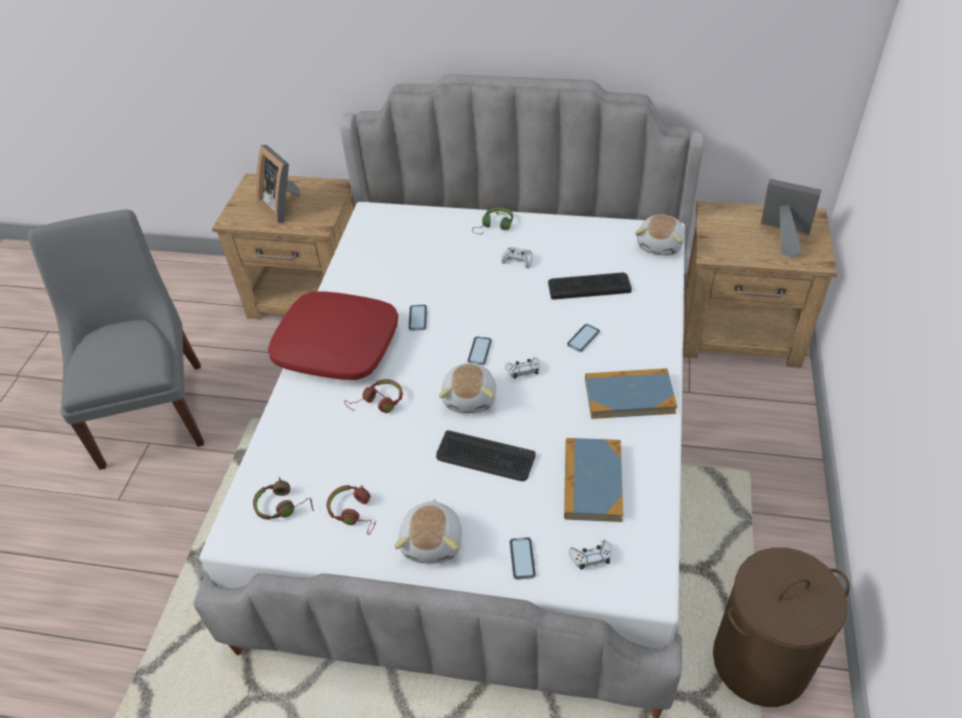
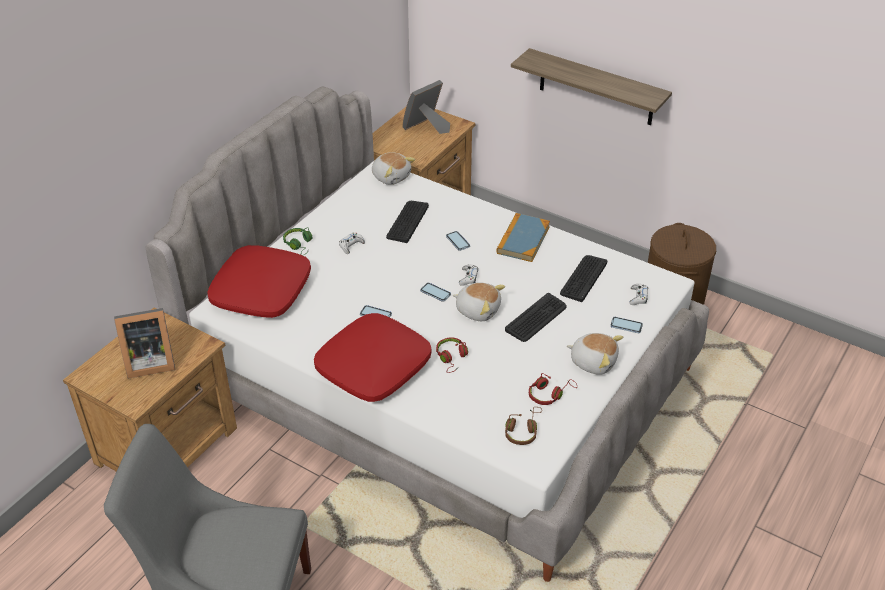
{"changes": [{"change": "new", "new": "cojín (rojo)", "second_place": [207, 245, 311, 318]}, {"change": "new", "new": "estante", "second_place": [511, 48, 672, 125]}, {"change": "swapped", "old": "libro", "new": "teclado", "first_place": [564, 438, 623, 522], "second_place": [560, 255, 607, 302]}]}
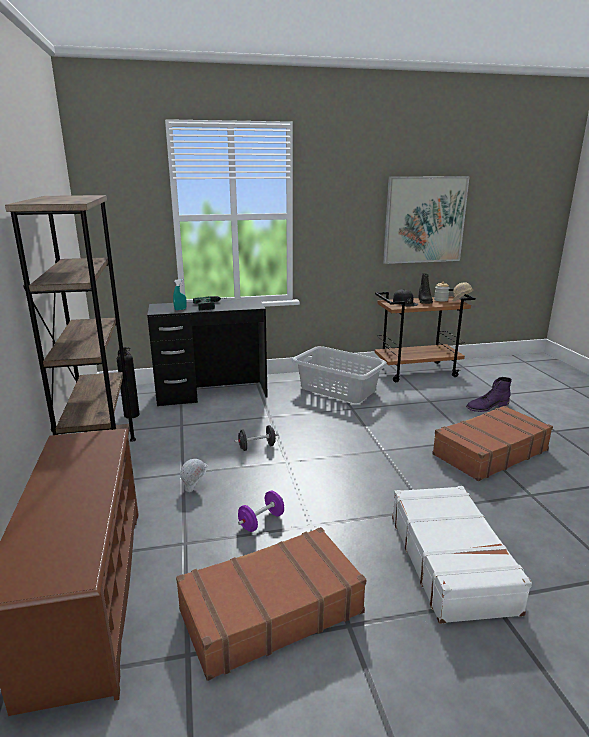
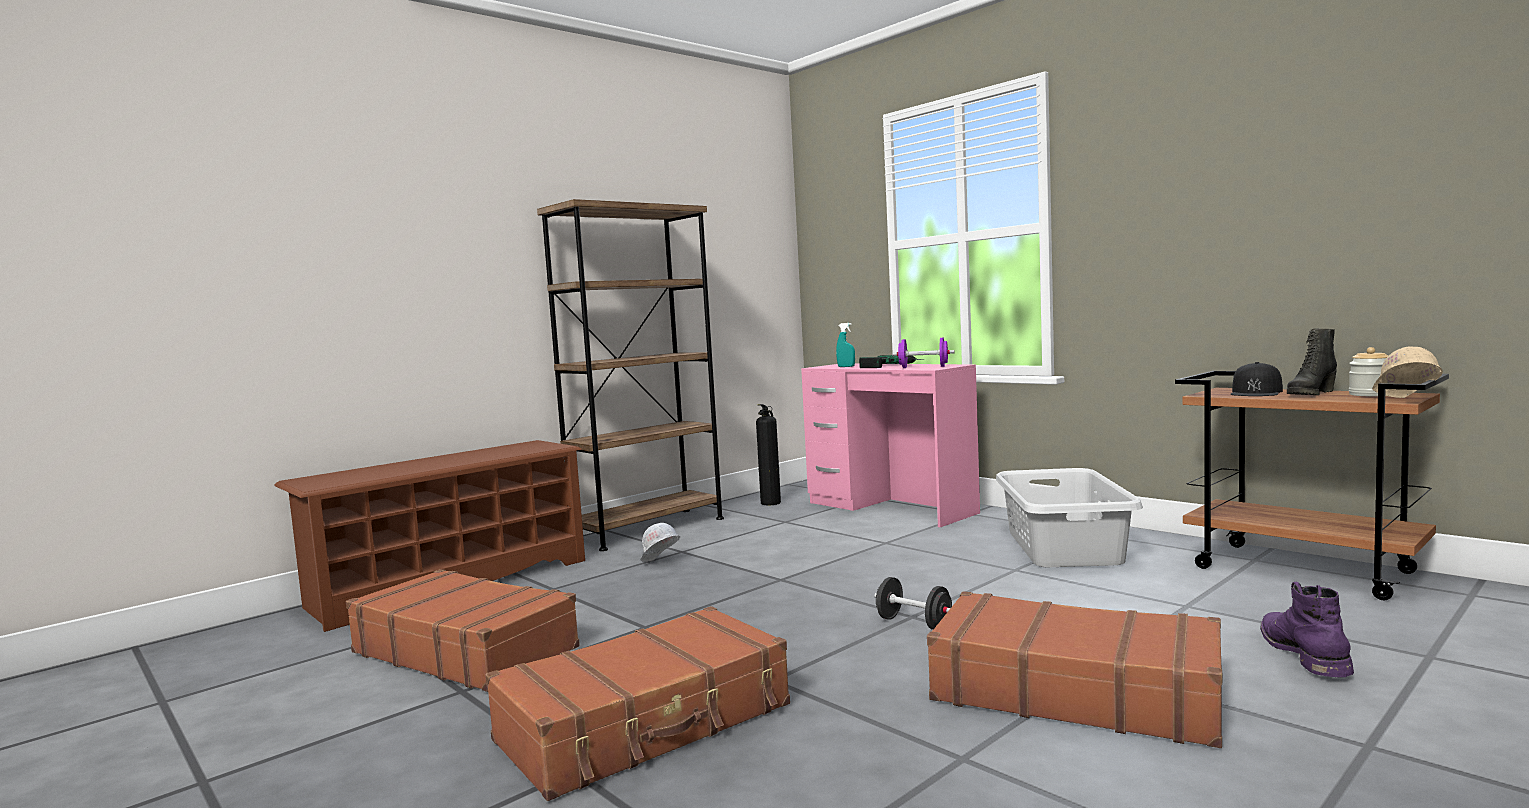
{"changes": [{"change": "gone", "old": "cuadro", "first_place": [383, 176, 470, 264]}, {"change": "shifted", "old": "mancuerna (negro)", "first_place": [235, 425, 278, 451], "second_place": [874, 577, 952, 630]}, {"change": "shifted", "old": "mancuerna (morado)", "first_place": [238, 491, 284, 532], "second_place": [892, 338, 955, 368]}, {"change": "repainted", "old": "escritorio (negro)", "new": "escritorio (rosa)", "first_place": [147, 299, 268, 406], "second_place": [801, 363, 980, 527]}, {"change": "repainted", "old": "maleta (blanco)", "new": "maleta (marrón)", "first_place": [392, 486, 532, 624], "second_place": [485, 606, 790, 801]}, {"change": "rotated", "old": "bota (morado)", "first_place": [466, 377, 512, 412], "second_place": [1260, 582, 1354, 677], "degrees": 60}]}
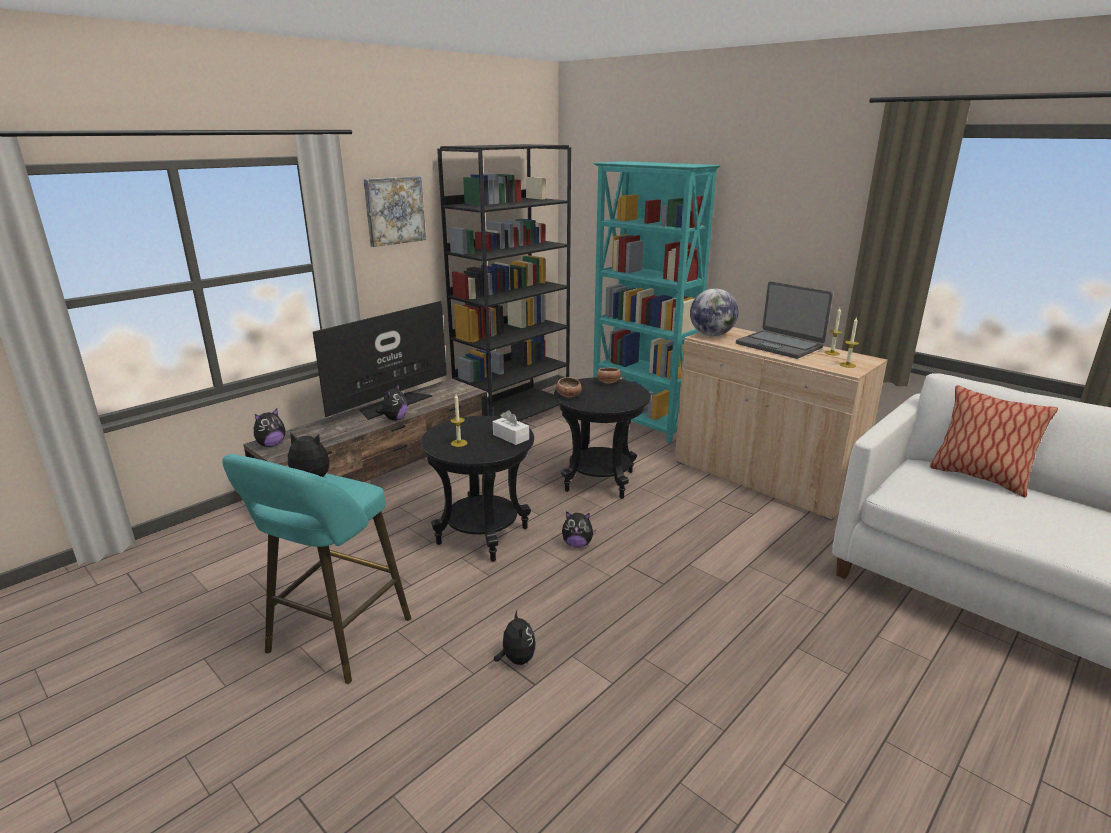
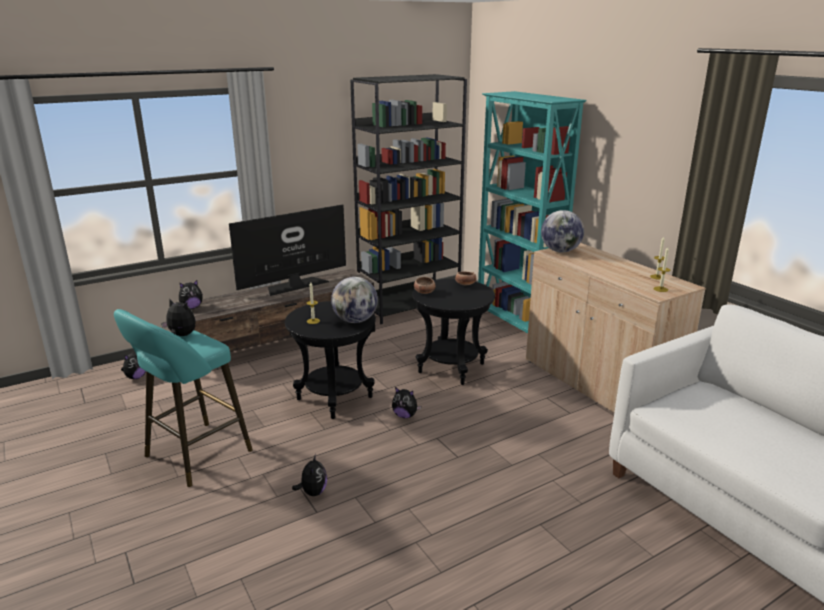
{"changes": [{"change": "gone", "old": "cuadro", "first_place": [363, 176, 426, 247]}, {"change": "gone", "old": "portátil", "first_place": [736, 281, 833, 359]}, {"change": "gone", "old": "cojín", "first_place": [930, 385, 1058, 497]}, {"change": "shifted", "old": "peluche", "first_place": [375, 384, 407, 421], "second_place": [121, 353, 146, 379]}, {"change": "swapped", "old": "caja de pañuelos (blanco)", "new": "globo terráqueo", "first_place": [493, 410, 529, 445], "second_place": [331, 277, 378, 323]}]}
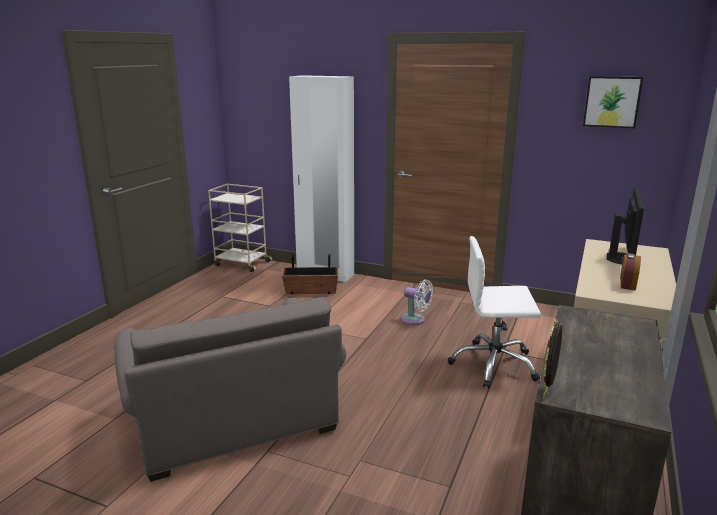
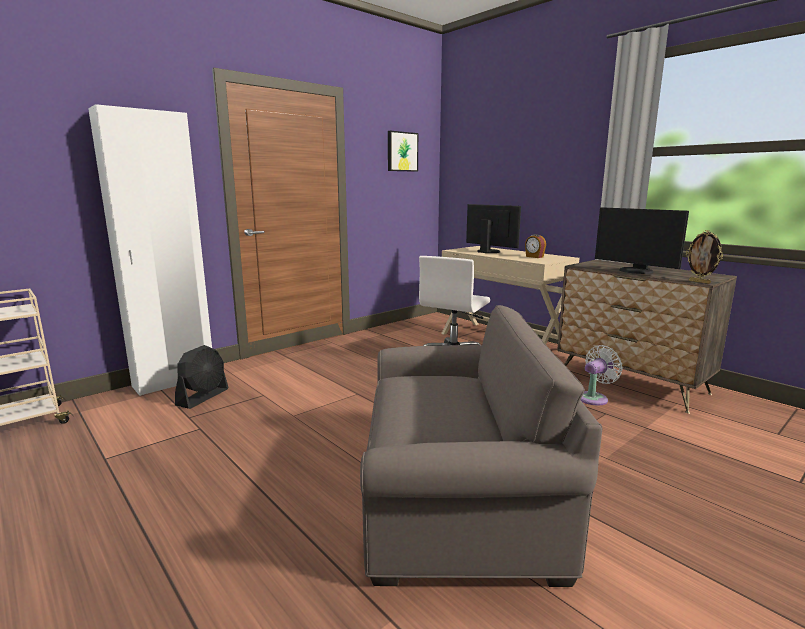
{"changes": [{"change": "new", "new": "monitor", "second_place": [595, 207, 689, 274]}, {"change": "shifted", "old": "ventilador (blanco)", "first_place": [401, 280, 433, 325], "second_place": [581, 345, 623, 405]}, {"change": "swapped", "old": "maceta", "new": "ventilador (negro)", "first_place": [282, 254, 338, 294], "second_place": [175, 345, 229, 409]}]}
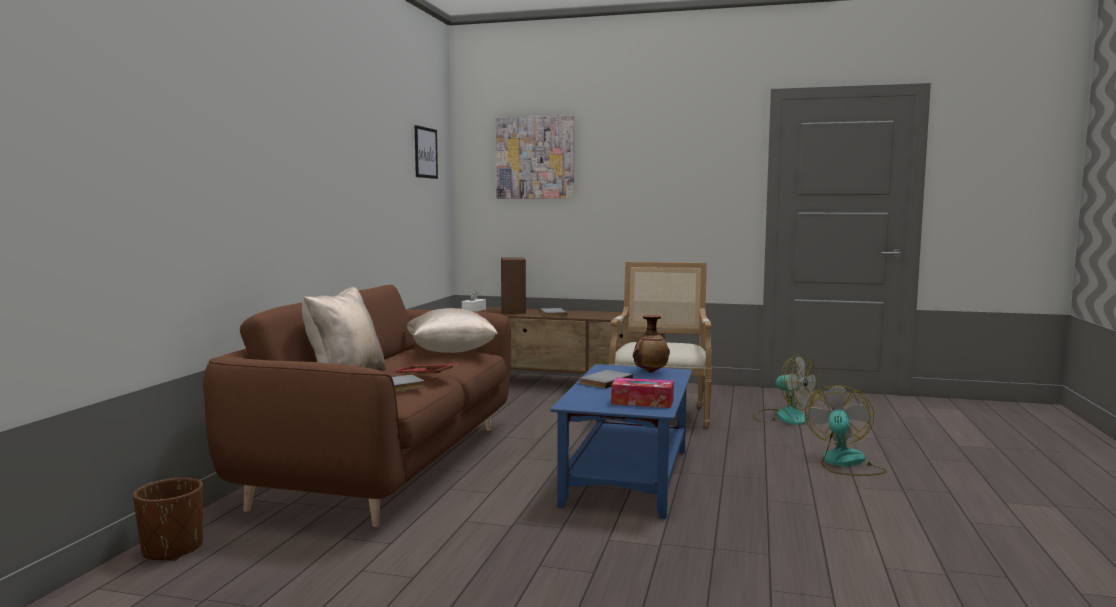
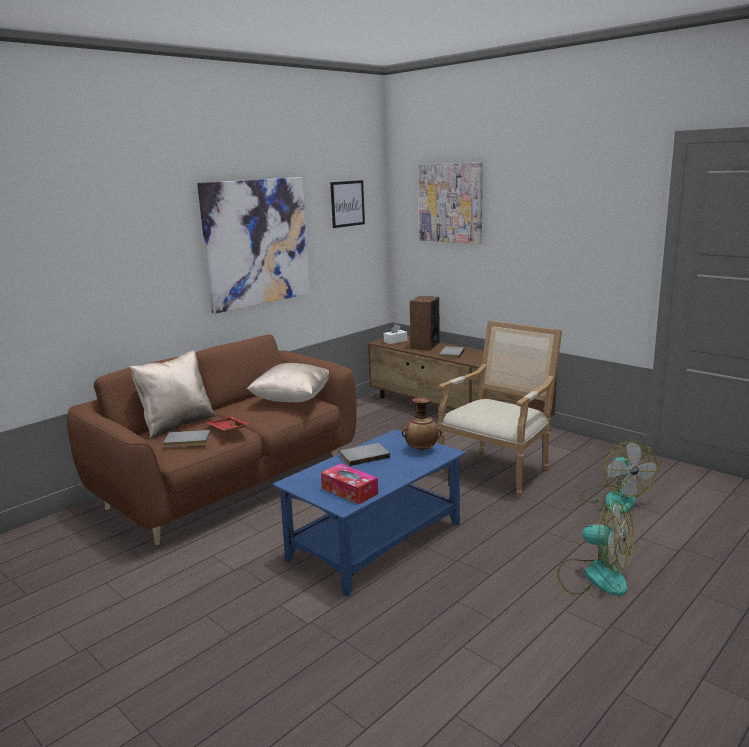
{"changes": [{"change": "gone", "old": "maceta (marrón)", "first_place": [133, 477, 203, 561]}, {"change": "new", "new": "cuadro", "second_place": [197, 177, 310, 314]}, {"change": "rotated", "old": "ventilador", "first_place": [805, 385, 887, 476], "second_place": [557, 501, 633, 596], "degrees": 75}]}
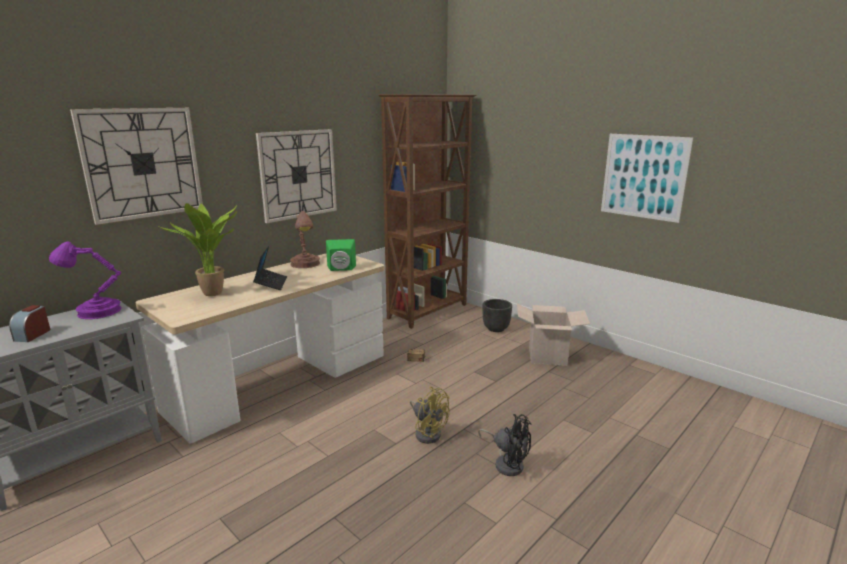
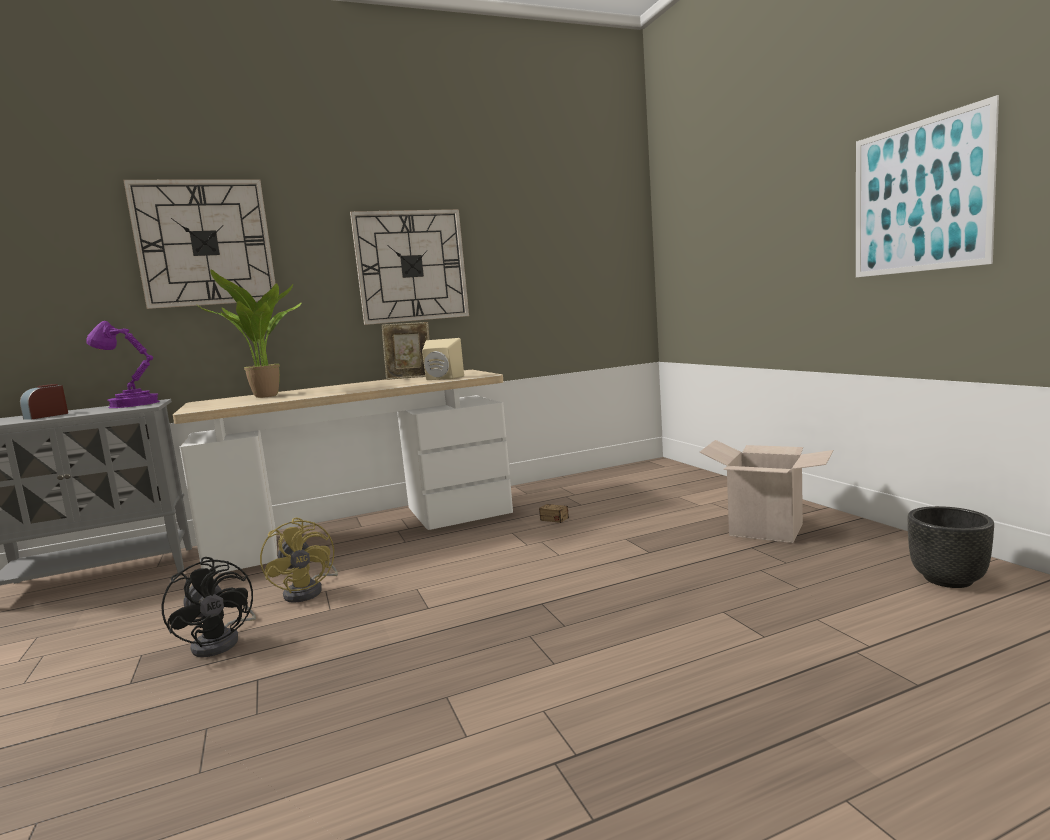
{"changes": [{"change": "gone", "old": "portátil", "first_place": [253, 246, 287, 290]}, {"change": "gone", "old": "estantería (marrón)", "first_place": [379, 94, 476, 329]}, {"change": "shifted", "old": "ventilador (amarillo)", "first_place": [410, 387, 450, 444], "second_place": [260, 517, 338, 603]}, {"change": "shifted", "old": "ventilador (negro)", "first_place": [478, 414, 532, 476], "second_place": [162, 557, 256, 657]}, {"change": "shifted", "old": "maceta (negro)", "first_place": [483, 299, 512, 332], "second_place": [908, 506, 994, 588]}, {"change": "swapped", "old": "lámpara de mesa (marrón)", "new": "portarretratos", "first_place": [290, 211, 320, 268], "second_place": [382, 322, 429, 380]}, {"change": "repainted", "old": "altavoz (verde)", "new": "altavoz (beis)", "first_place": [326, 239, 356, 271], "second_place": [422, 338, 464, 380]}]}
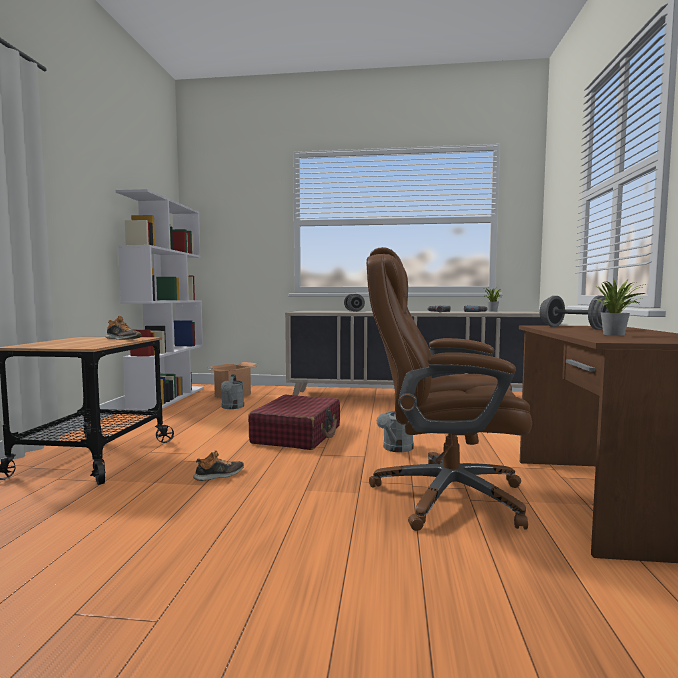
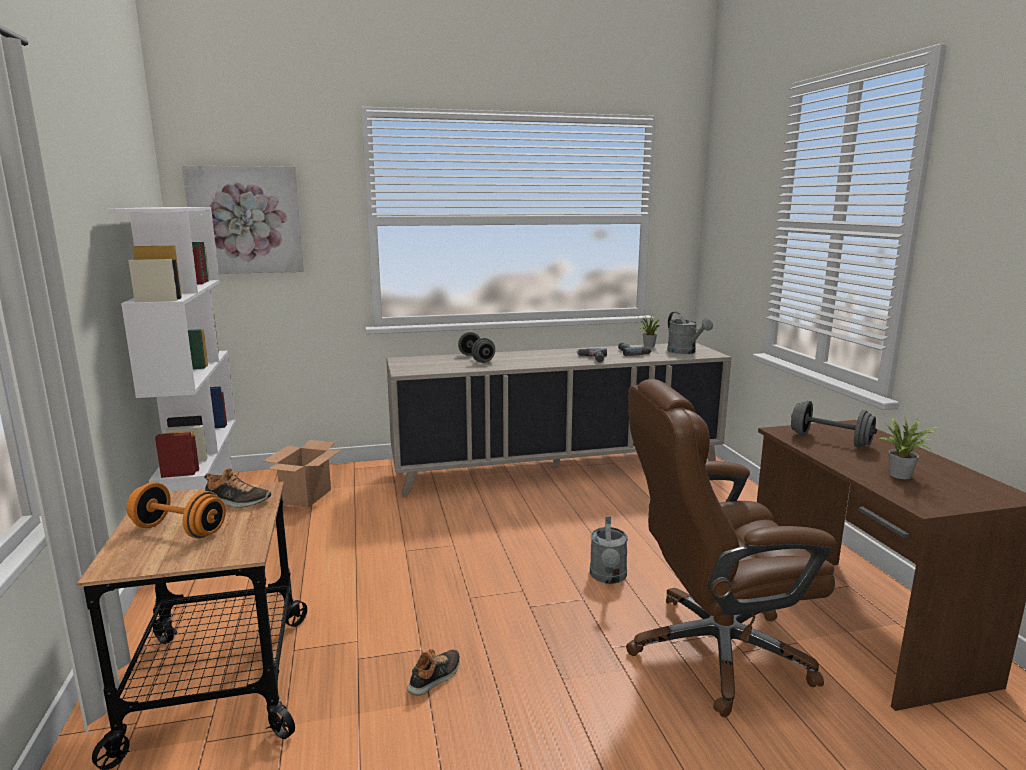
{"changes": [{"change": "gone", "old": "maleta (rojo)", "first_place": [248, 395, 340, 450]}, {"change": "new", "new": "mancuerna (naranja)", "second_place": [126, 482, 226, 538]}, {"change": "new", "new": "cuadro", "second_place": [182, 165, 304, 274]}, {"change": "shifted", "old": "regadera (gris)", "first_place": [221, 374, 244, 409], "second_place": [667, 312, 713, 354]}]}
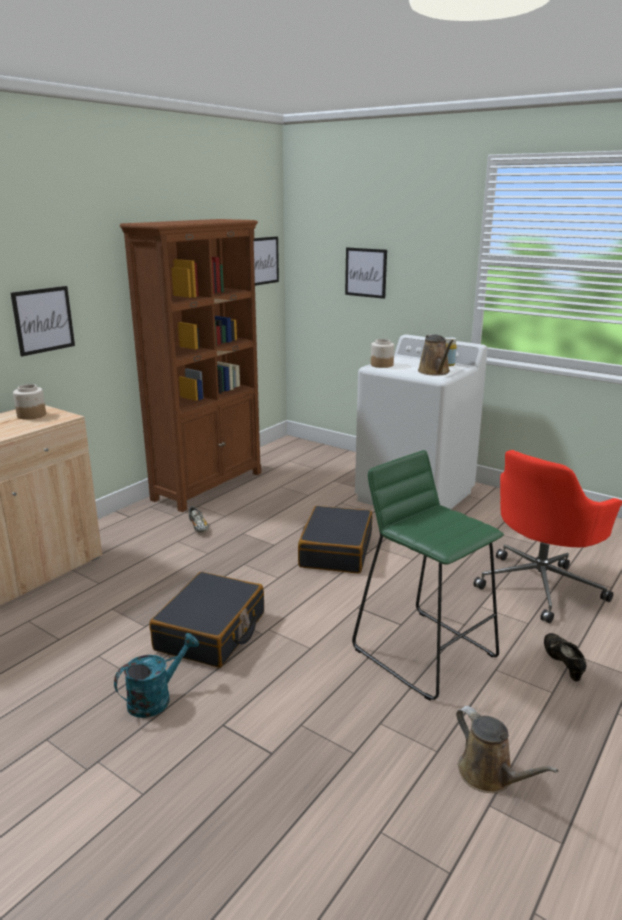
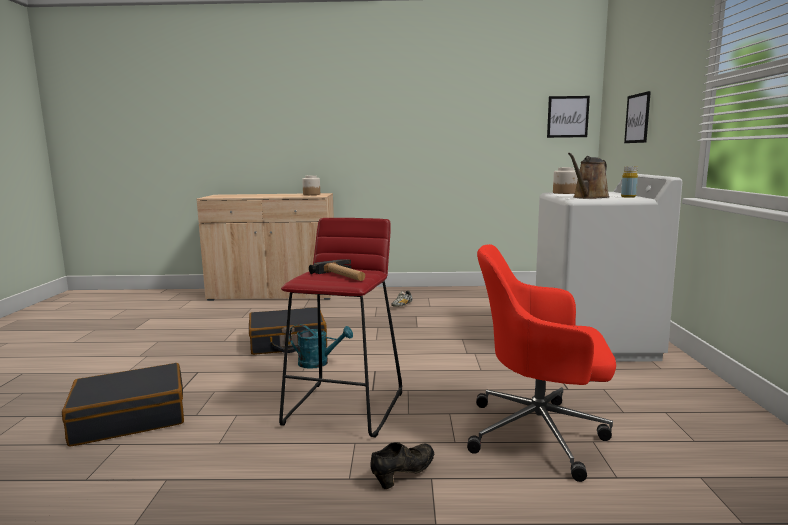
{"changes": [{"change": "gone", "old": "cuadro", "first_place": [11, 286, 75, 356]}, {"change": "gone", "old": "estantería (marrón)", "first_place": [120, 219, 261, 512]}, {"change": "gone", "old": "regadera (marrón)", "first_place": [456, 706, 558, 793]}, {"change": "new", "new": "martillo", "second_place": [309, 259, 365, 281]}, {"change": "shifted", "old": "regadera (turquesa)", "first_place": [114, 633, 199, 718], "second_place": [289, 324, 353, 369]}, {"change": "shifted", "old": "maleta (negro)", "first_place": [298, 506, 372, 573], "second_place": [62, 363, 184, 447]}, {"change": "repainted", "old": "taburete (verde)", "new": "taburete (rojo)", "first_place": [352, 450, 504, 701], "second_place": [279, 218, 402, 438]}]}
